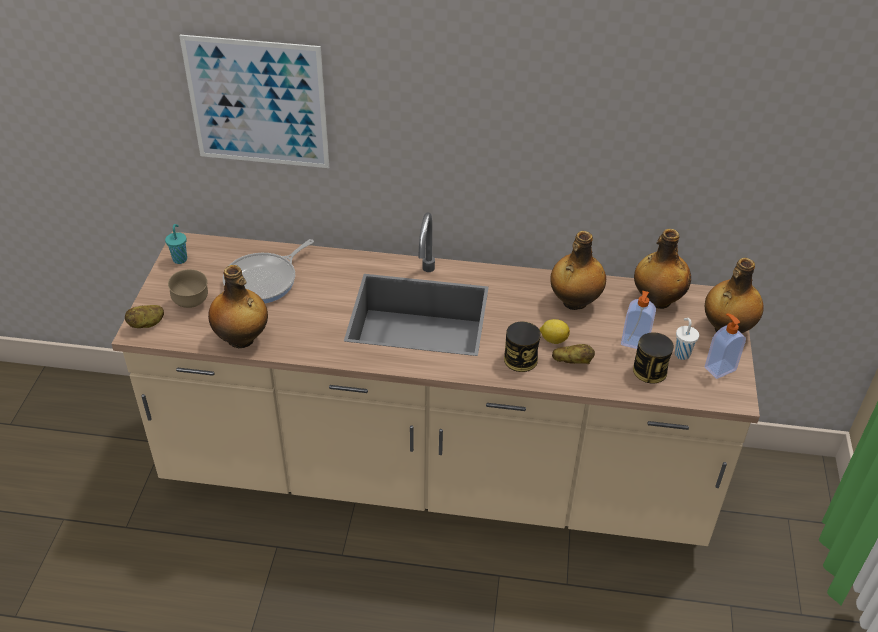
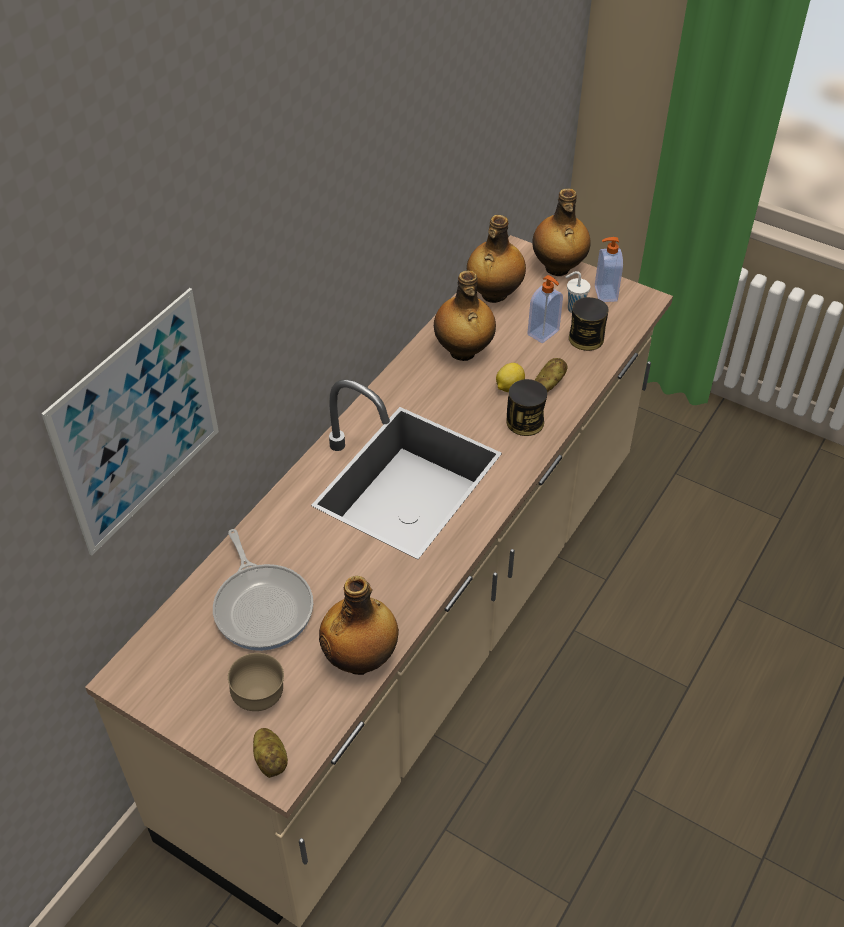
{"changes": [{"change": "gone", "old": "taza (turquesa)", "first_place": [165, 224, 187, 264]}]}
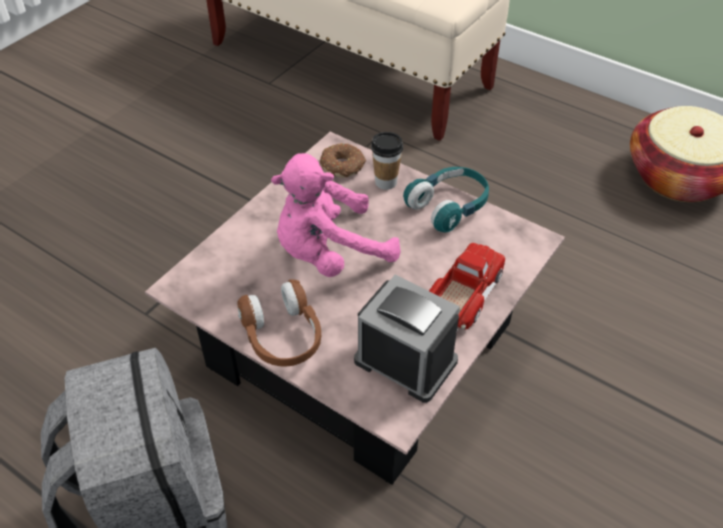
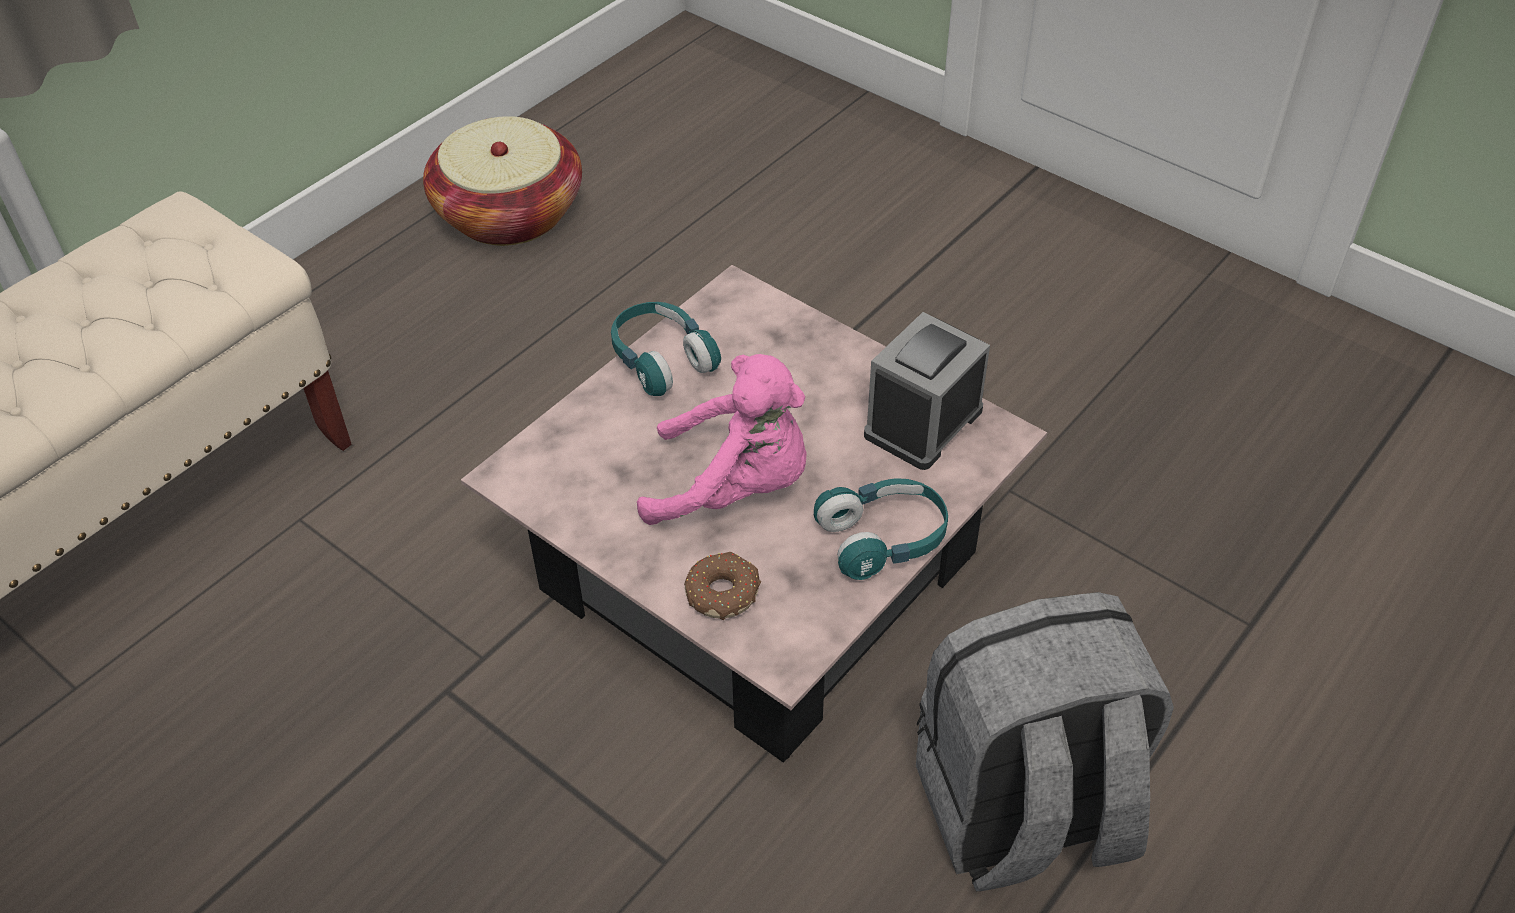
{"changes": [{"change": "gone", "old": "taza", "first_place": [371, 132, 403, 190]}, {"change": "gone", "old": "camión de juguete", "first_place": [429, 243, 505, 331]}, {"change": "shifted", "old": "rosquilla", "first_place": [320, 143, 366, 177], "second_place": [684, 552, 762, 620]}, {"change": "repainted", "old": "auriculares (marrón)", "new": "auriculares (turquesa)", "first_place": [237, 279, 321, 366], "second_place": [814, 478, 948, 580]}, {"change": "rotated", "old": "peluche (rosa)", "first_place": [271, 153, 401, 277], "second_place": [637, 354, 807, 525], "degrees": -60}]}
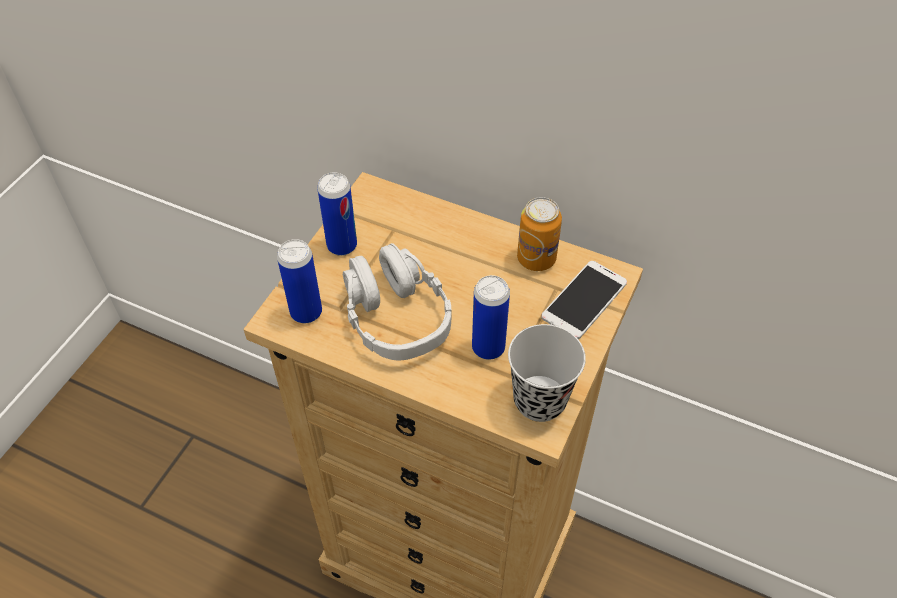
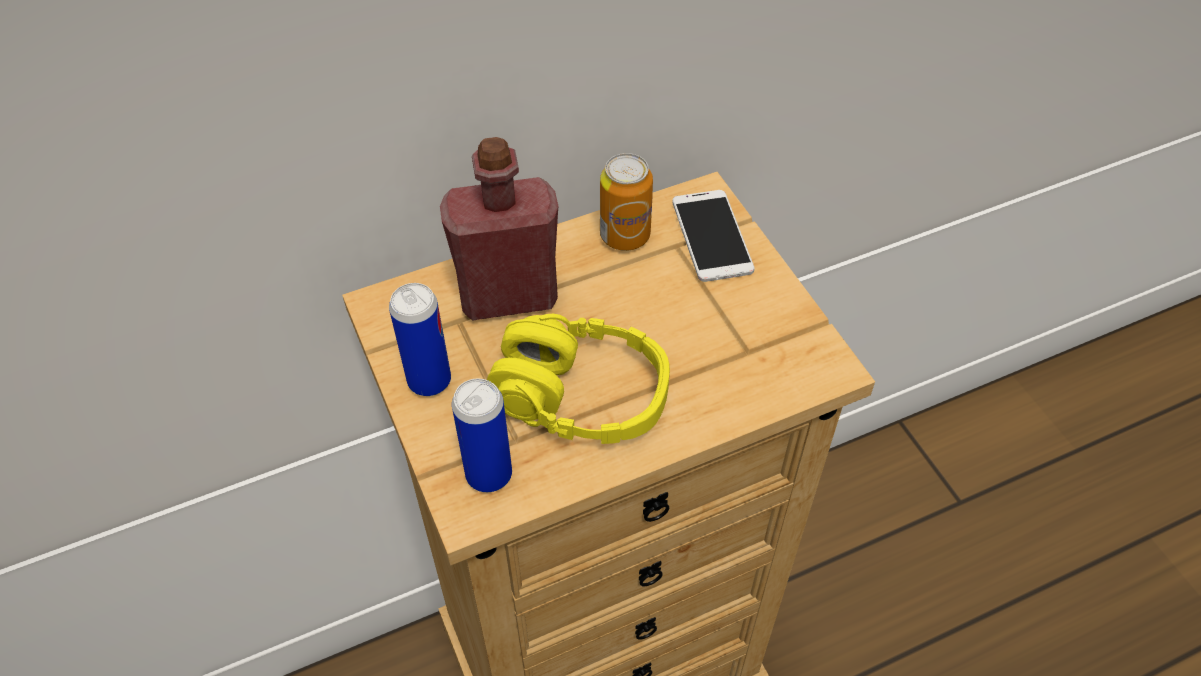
{"changes": [{"change": "gone", "old": "lata", "first_place": [472, 275, 510, 360]}, {"change": "gone", "old": "taza (negro)", "first_place": [508, 324, 586, 422]}, {"change": "new", "new": "botella (rojo)", "second_place": [440, 137, 558, 321]}, {"change": "repainted", "old": "auriculares (gris)", "new": "auriculares (amarillo)", "first_place": [343, 243, 451, 360], "second_place": [487, 314, 670, 444]}]}
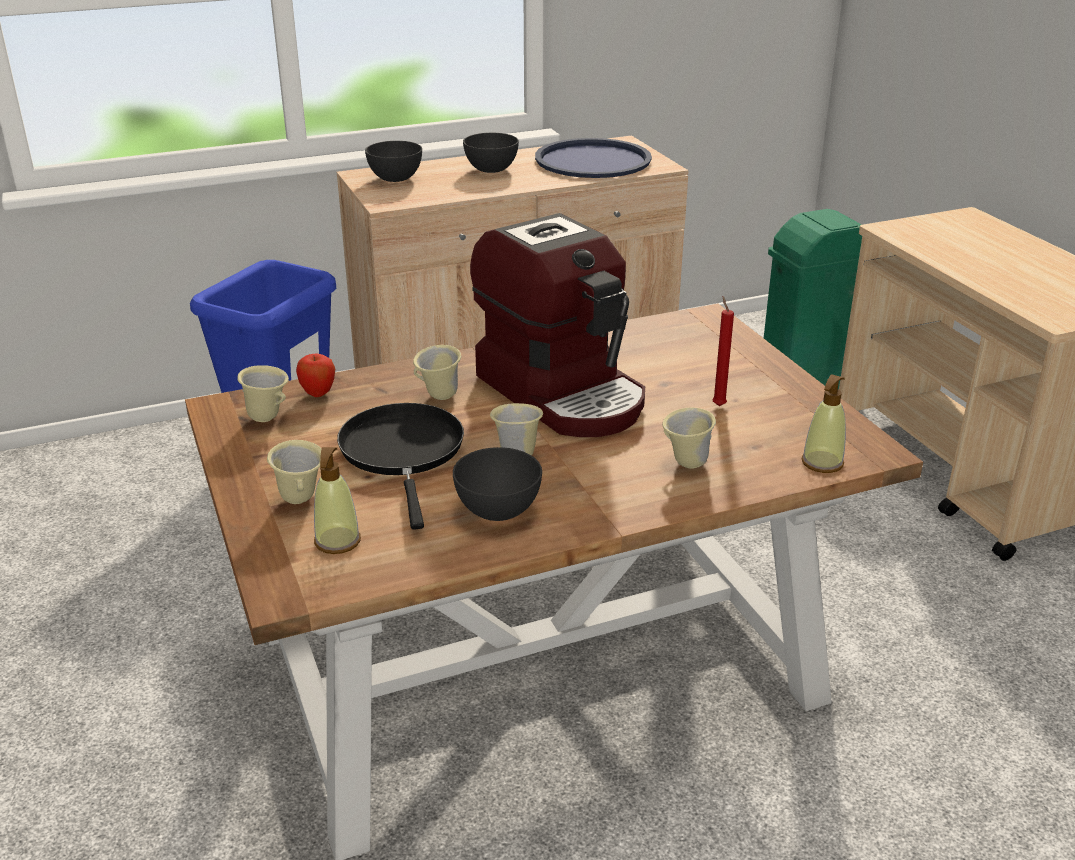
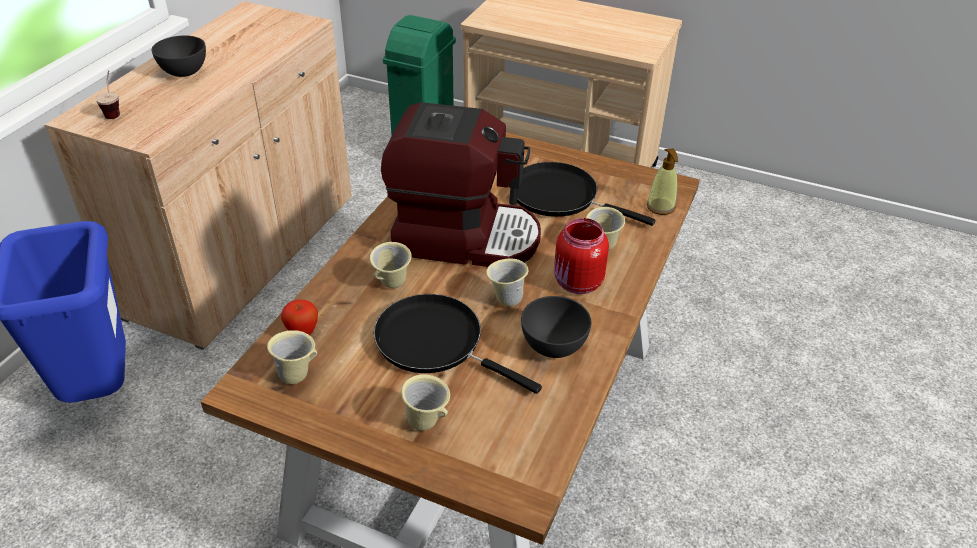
{"changes": [{"change": "gone", "old": "dispensador de jabón", "first_place": [314, 447, 361, 554]}, {"change": "gone", "old": "bandeja (azul)", "first_place": [535, 138, 652, 178]}, {"change": "new", "new": "tarro (rojo)", "second_place": [554, 218, 609, 294]}, {"change": "swapped", "old": "cuenco (gris)", "new": "taza", "first_place": [365, 141, 422, 182], "second_place": [95, 70, 120, 119]}, {"change": "swapped", "old": "vela (rojo)", "new": "sartén (negro)", "first_place": [713, 297, 734, 406], "second_place": [517, 162, 656, 226]}]}
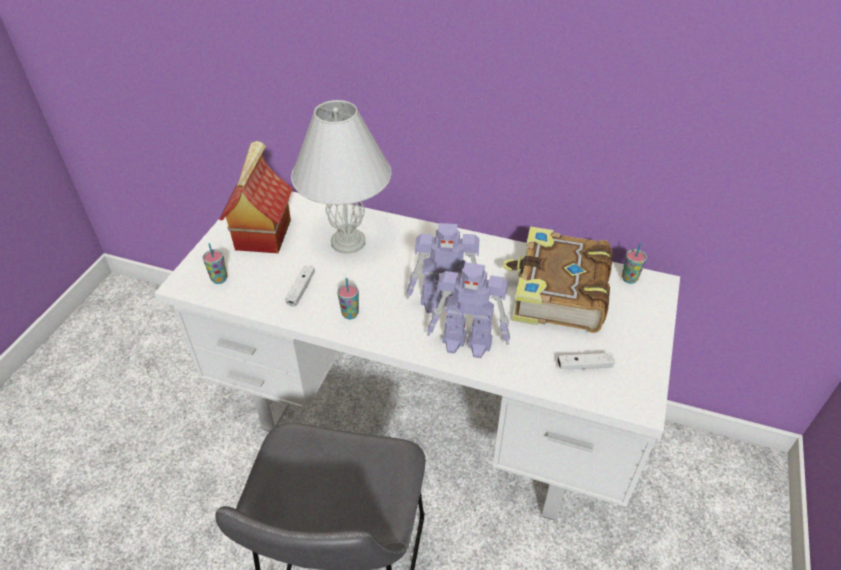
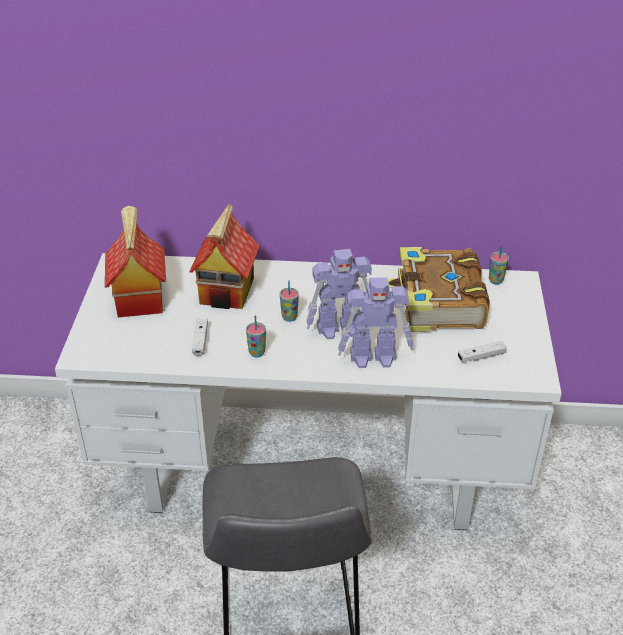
{"changes": [{"change": "shifted", "old": "taza", "first_place": [203, 243, 227, 284], "second_place": [280, 281, 299, 322]}, {"change": "swapped", "old": "lámpara de mesa (blanco)", "new": "casita", "first_place": [291, 100, 391, 254], "second_place": [189, 204, 260, 309]}]}
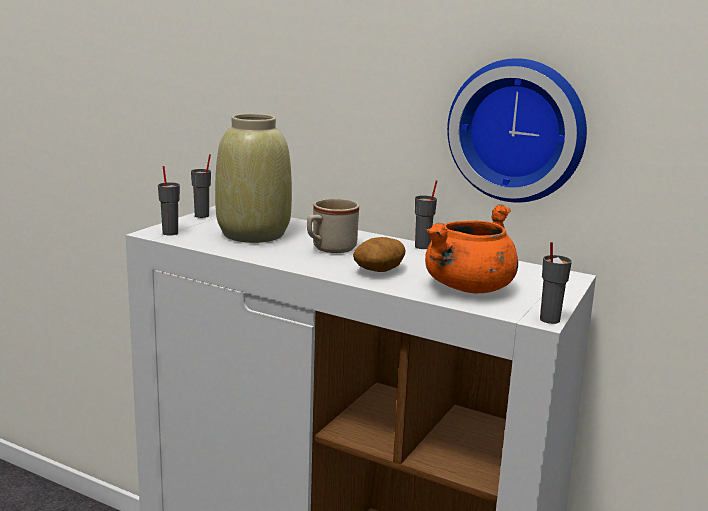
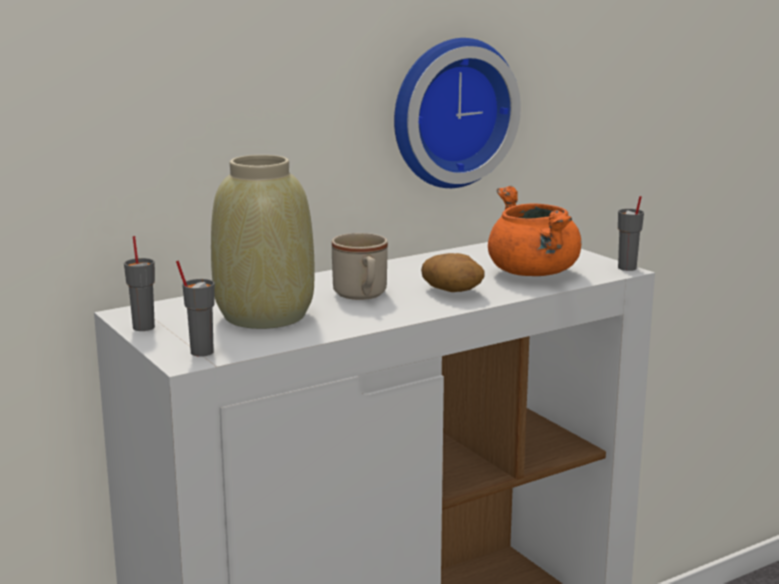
{"changes": [{"change": "gone", "old": "taza (gris)", "first_place": [415, 180, 437, 249]}]}
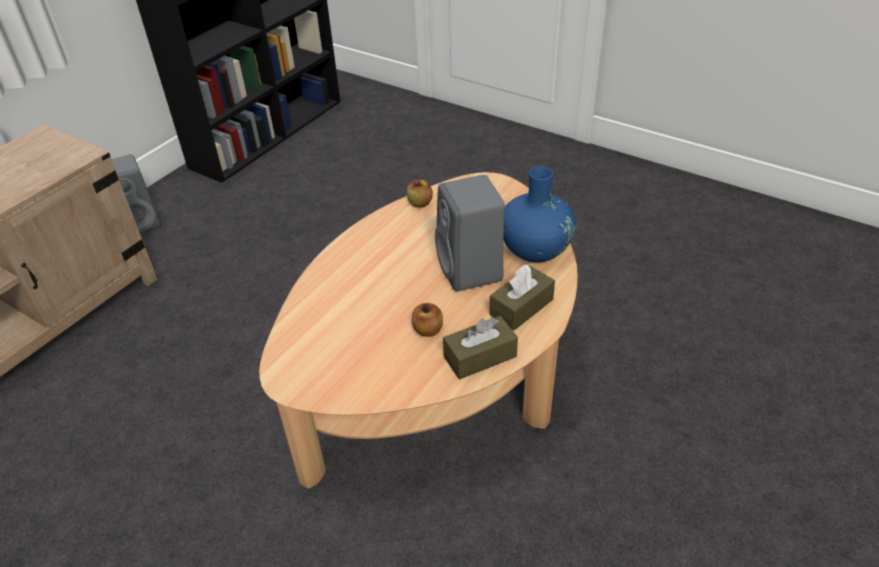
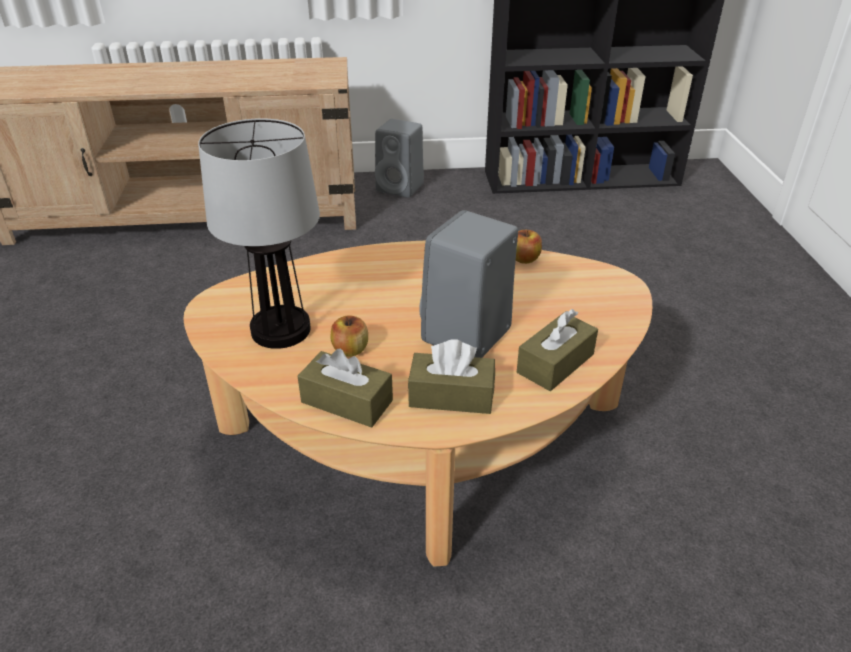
{"changes": [{"change": "new", "new": "lámpara de mesa", "second_place": [198, 118, 320, 349]}, {"change": "swapped", "old": "florero (azul)", "new": "caja de pañuelos (marrón)", "first_place": [504, 166, 576, 263], "second_place": [517, 309, 598, 391]}]}
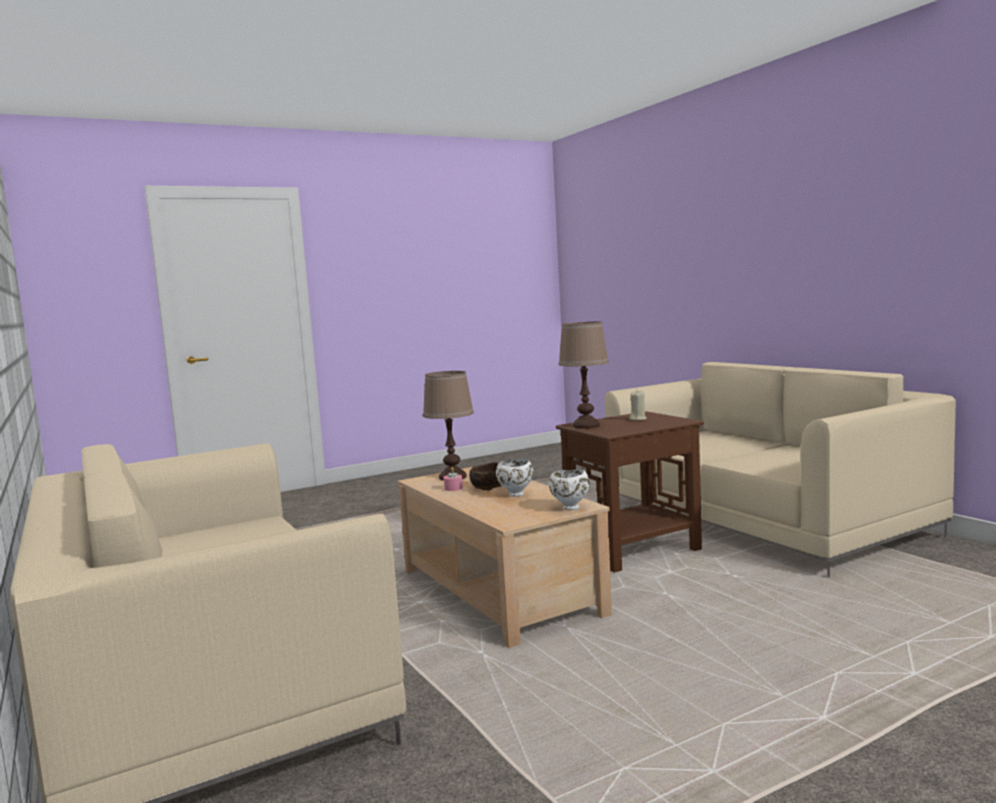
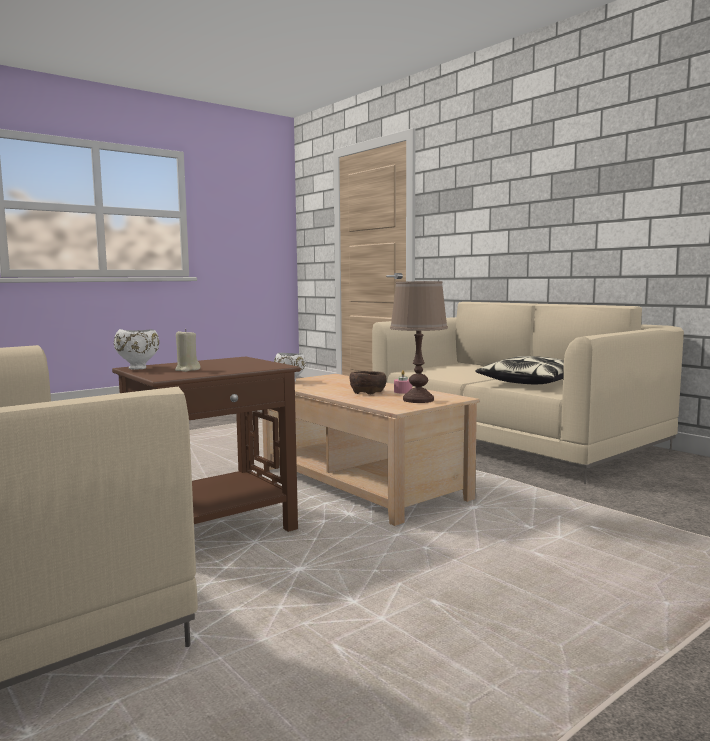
{"changes": [{"change": "gone", "old": "lámpara de mesa (marrón)", "first_place": [559, 322, 609, 429]}, {"change": "new", "new": "cojín", "second_place": [475, 356, 564, 384]}, {"change": "shifted", "old": "cuenco (blanco)", "first_place": [496, 458, 534, 497], "second_place": [114, 329, 159, 370]}]}
